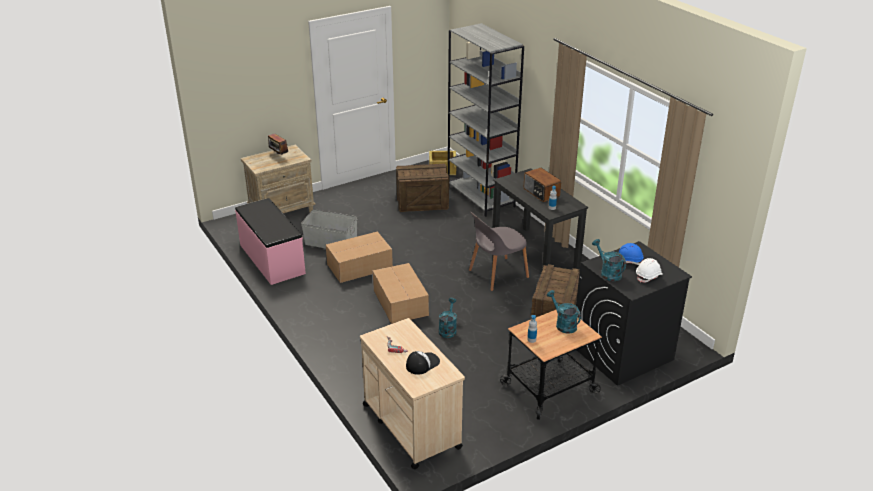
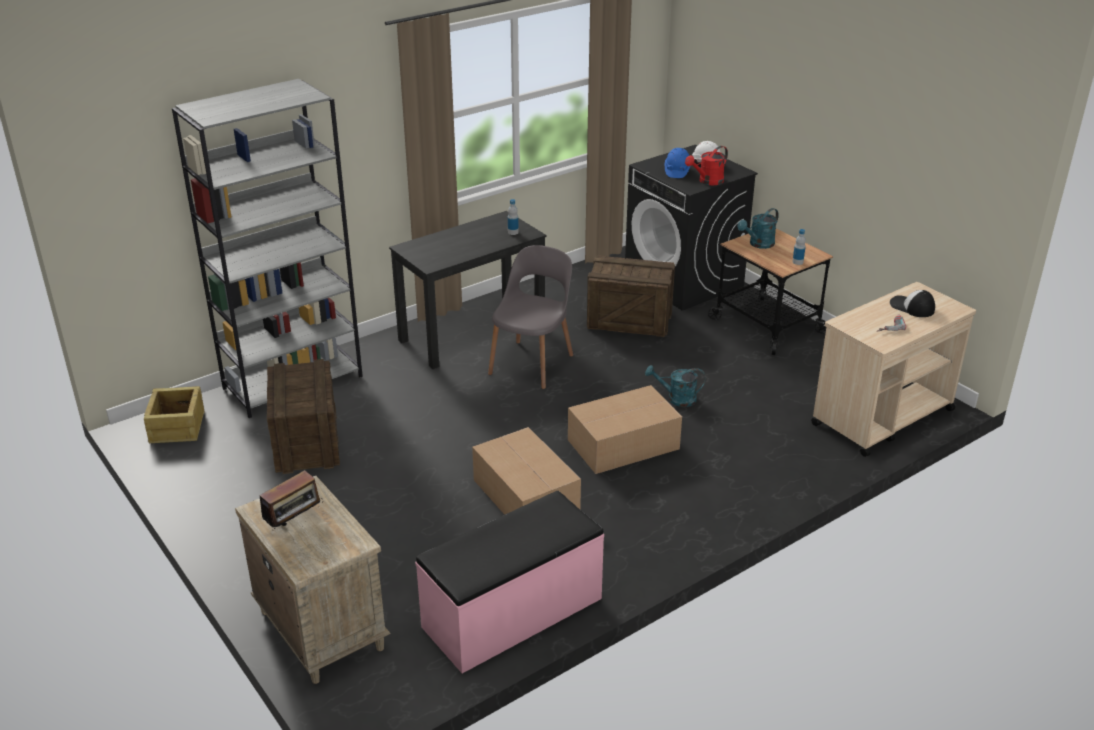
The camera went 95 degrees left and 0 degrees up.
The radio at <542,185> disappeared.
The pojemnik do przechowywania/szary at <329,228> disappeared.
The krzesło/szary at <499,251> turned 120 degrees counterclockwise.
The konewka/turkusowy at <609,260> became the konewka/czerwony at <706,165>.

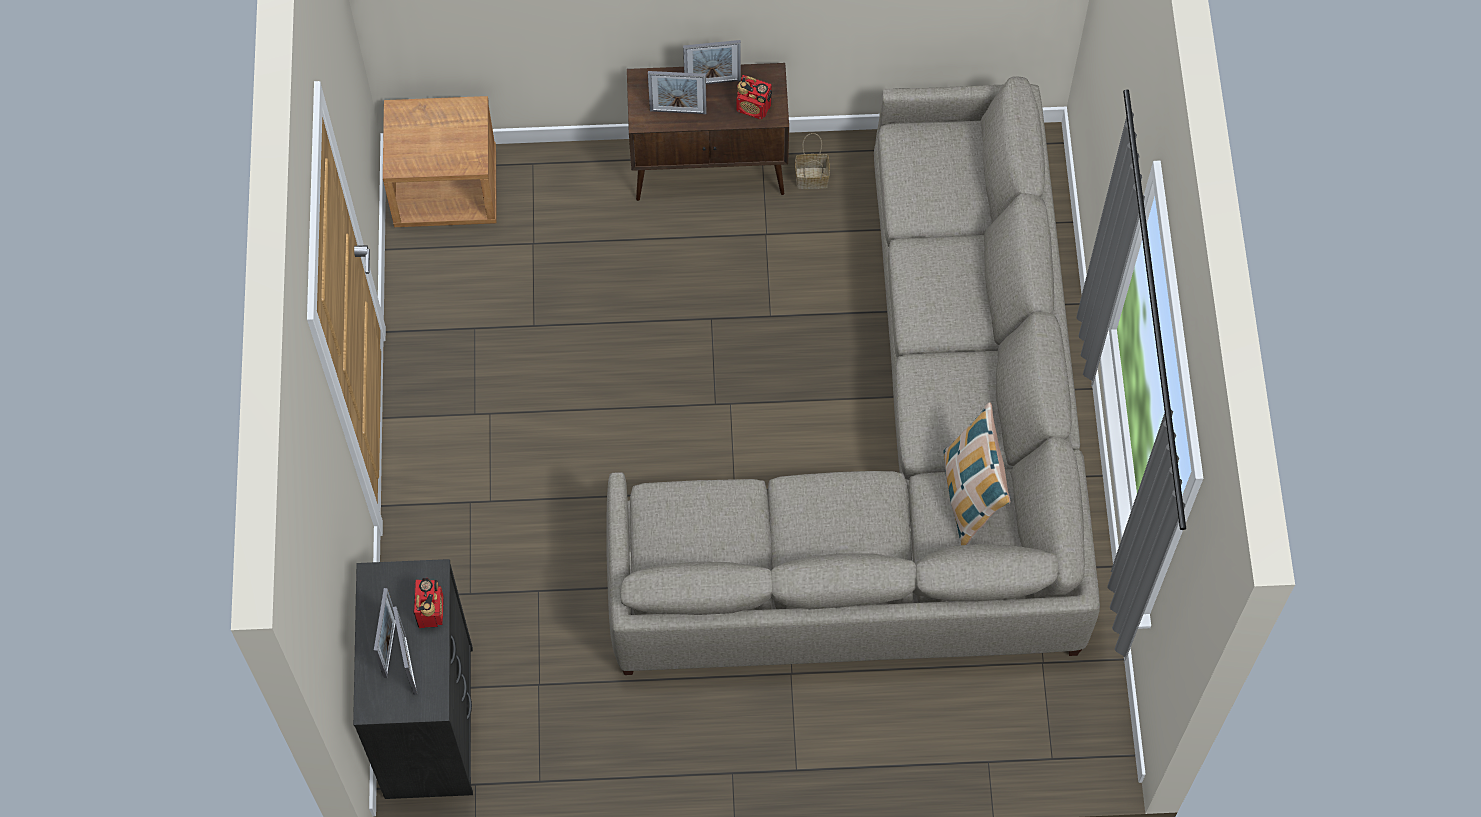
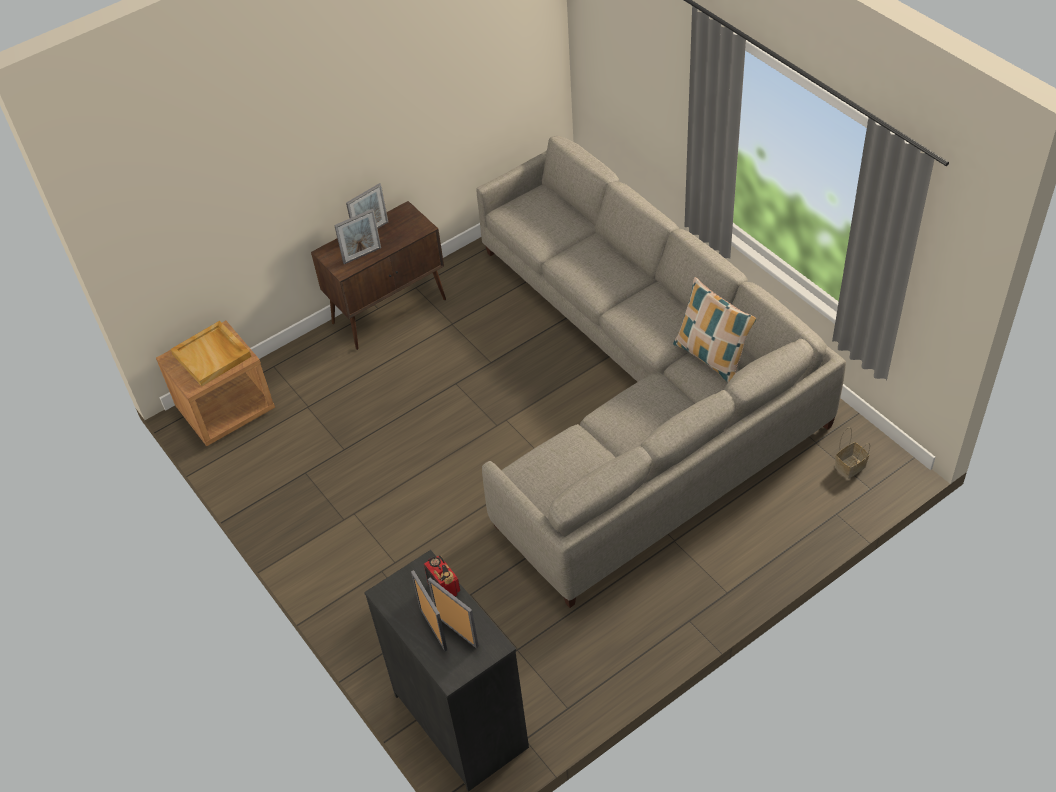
The camera went 30 degrees left and 15 degrees down.
The radio at <754,97> disappeared.
The koszyk moved from <812,161> to <852,453>.
The taca/beżowy at <211,353> appeared.

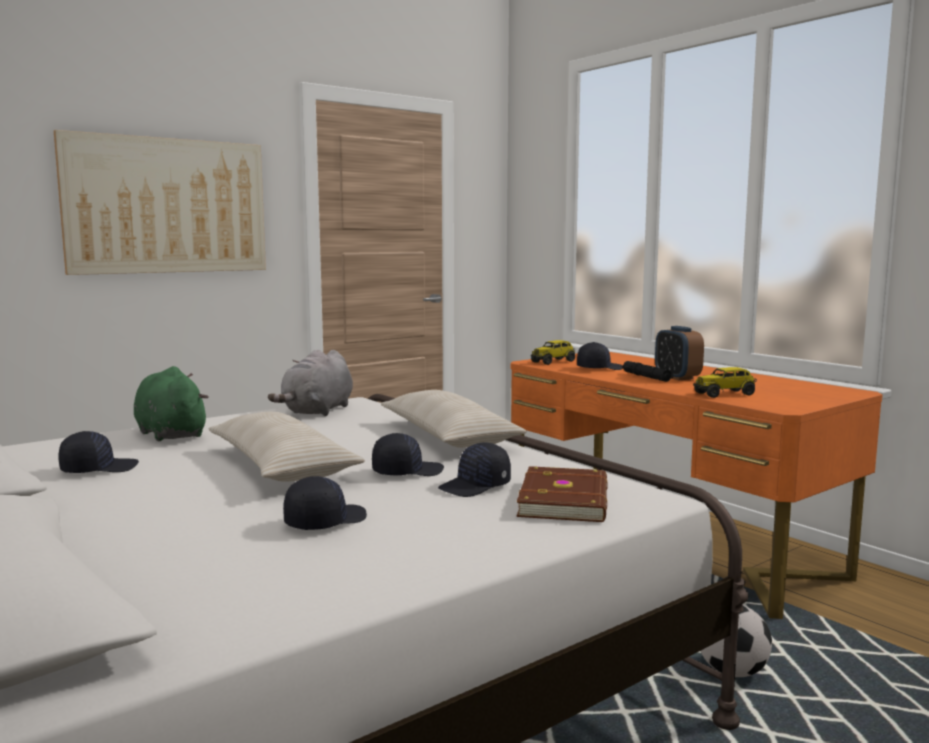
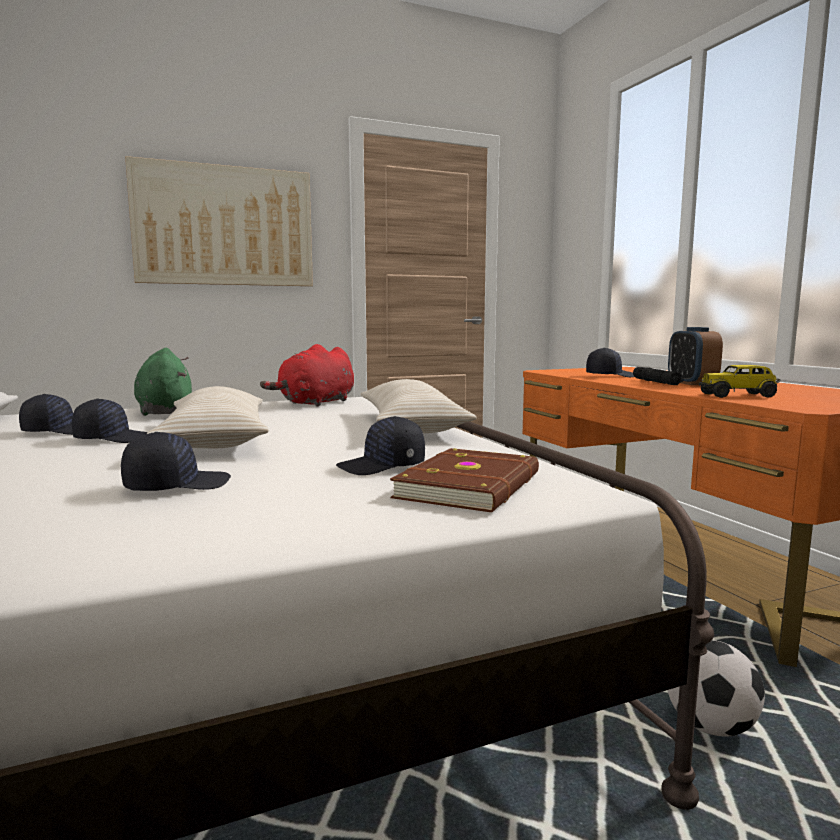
The camera went 15 degrees right and 0 degrees up.
The ciężarówka zabawkowa at <553,352> disappeared.
The pluszak/szary at <310,382> became the pluszak/czerwony at <307,375>.
The czapka z daszkiem/czarny moved from <408,454> to <110,420>.

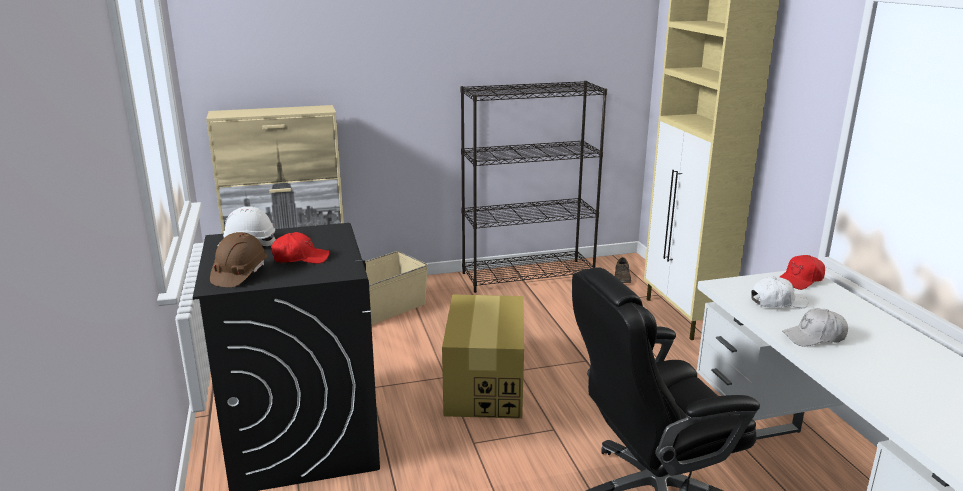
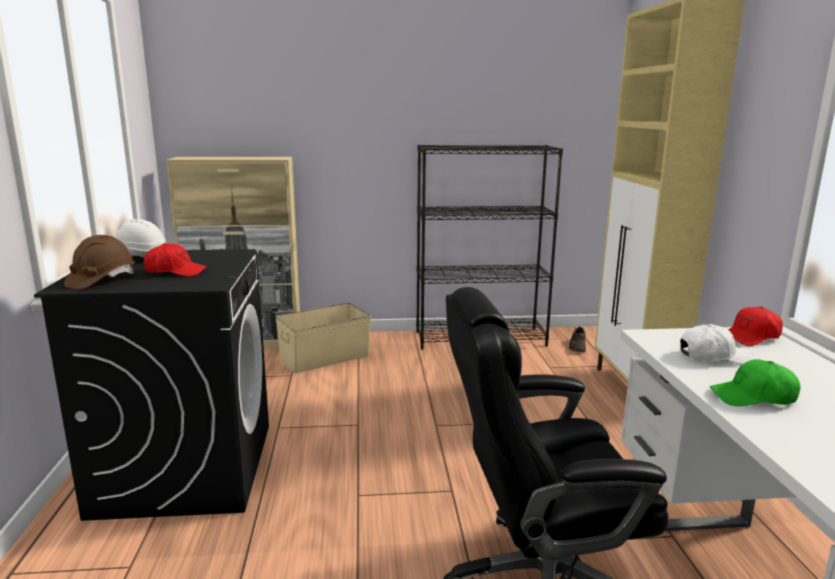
The camera went 10 degrees right and 5 degrees down.
The karton at <483,356> disappeared.
The czapka z daszkiem/biały at <815,327> became the czapka z daszkiem/zielony at <755,382>.

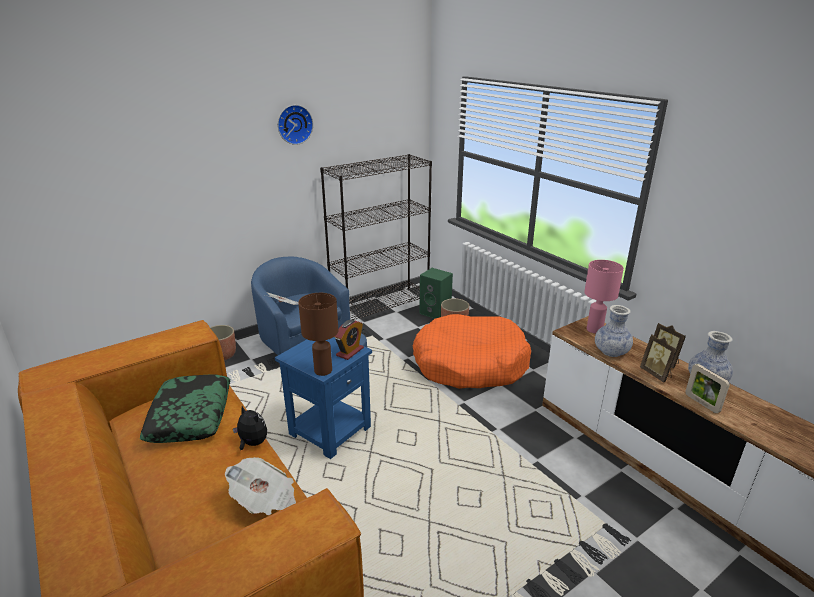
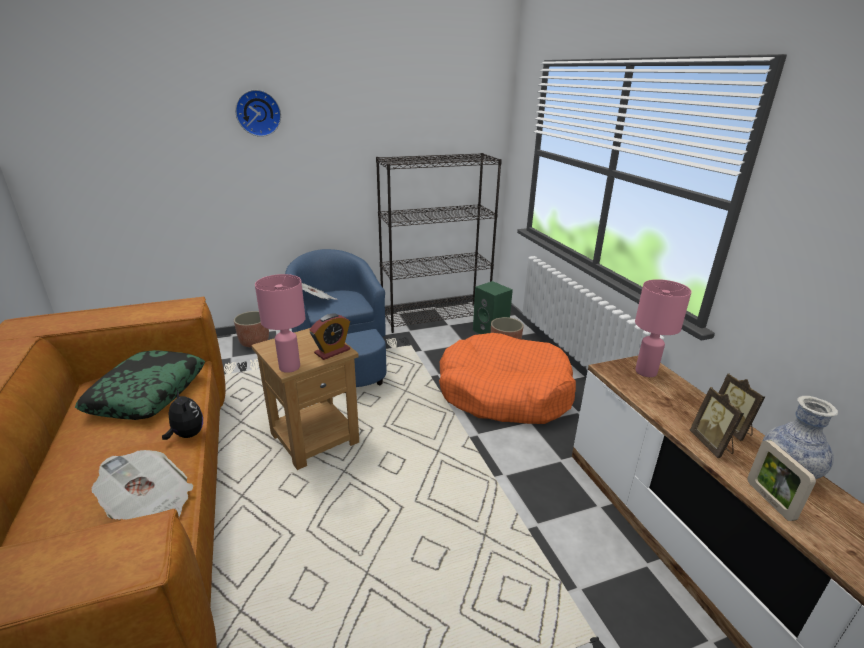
The camera went 15 degrees right and 0 degrees up.
The zegar ścienny moved from <295,125> to <258,113>.
The lampa stołowa/brązowy at <318,334> became the lampa stołowa/różowy at <280,323>.
The wazon at <614,331> disappeared.
The stolik/niebieski at <323,398> became the stolik/brązowy at <305,399>.

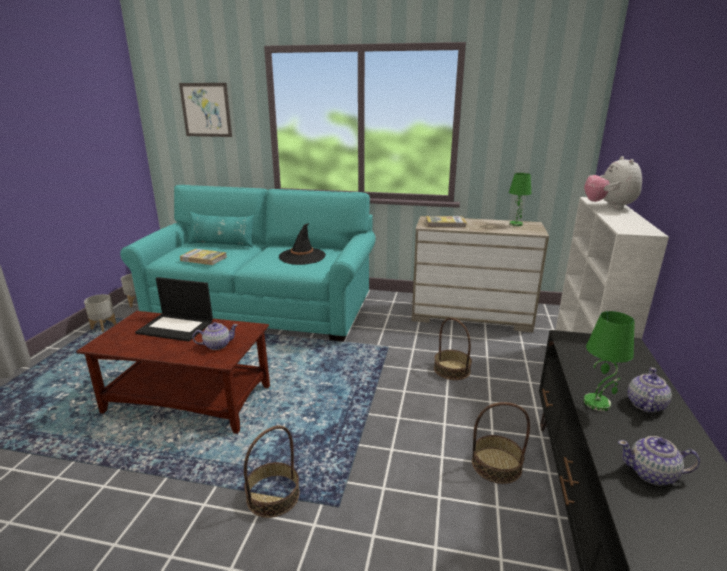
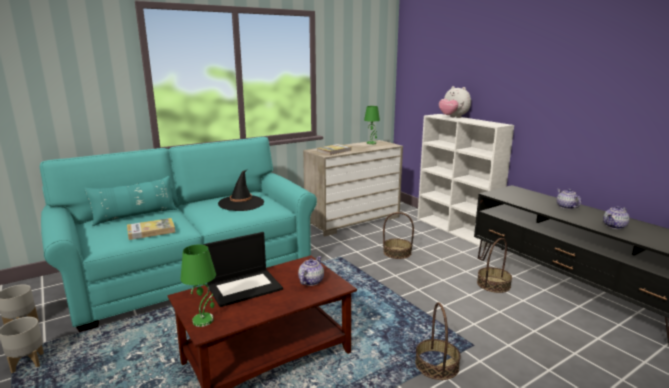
The camera went 45 degrees left and 5 degrees down.
The obraz at <205,110> disappeared.
The lampa stołowa/zielony moved from <609,361> to <198,285>.

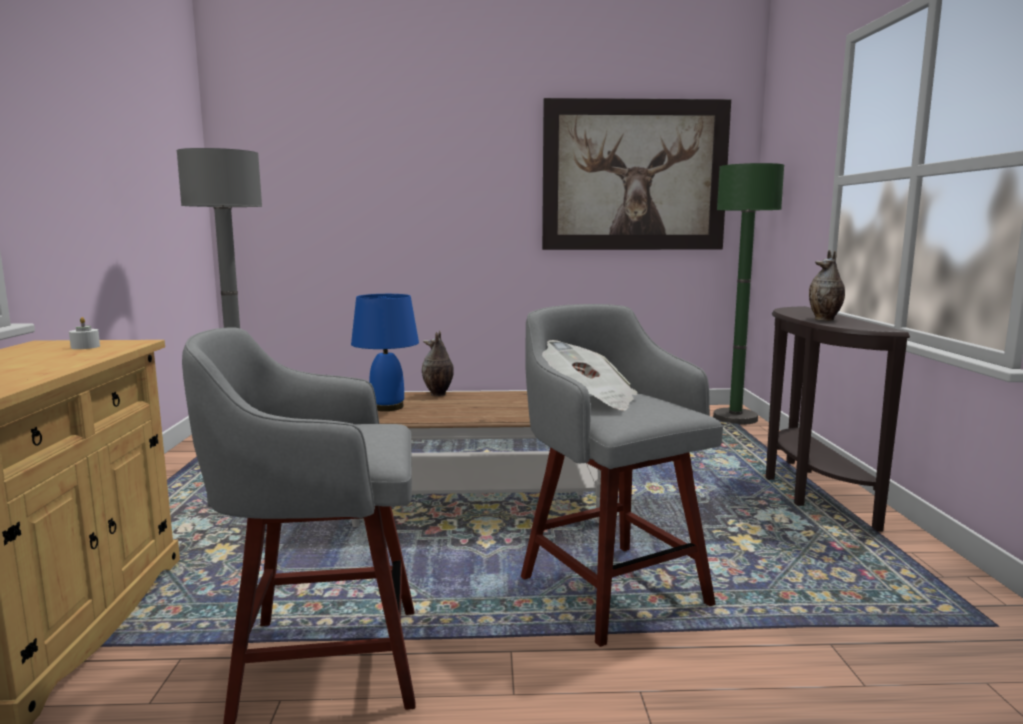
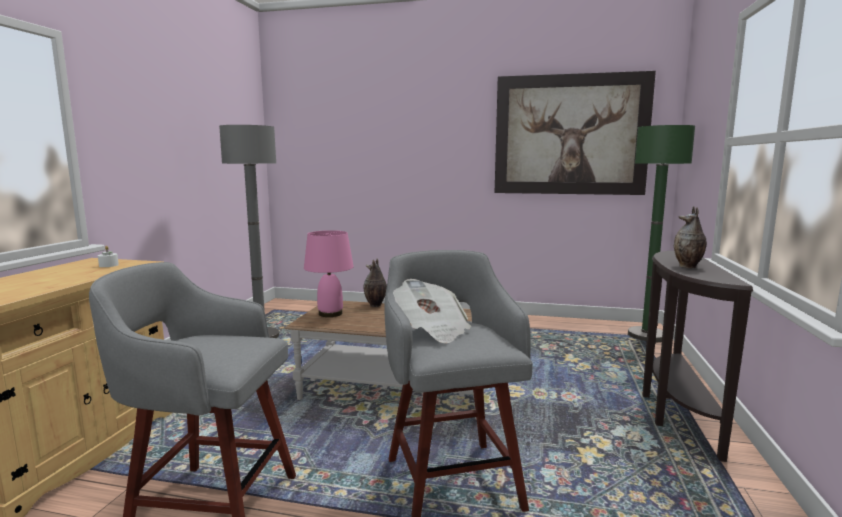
The camera went 15 degrees right and 0 degrees up.
The lampa stołowa/niebieski at <385,352> became the lampa stołowa/różowy at <329,273>.

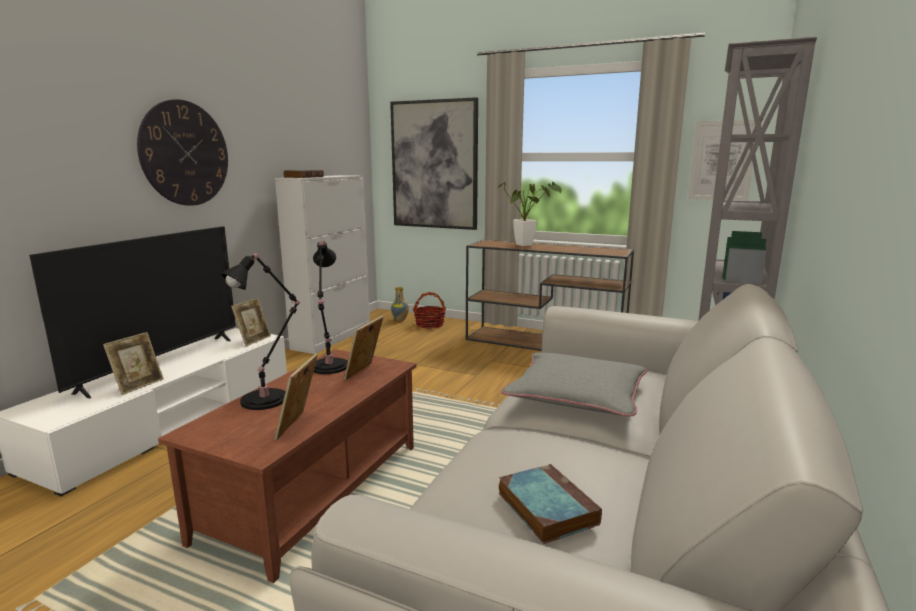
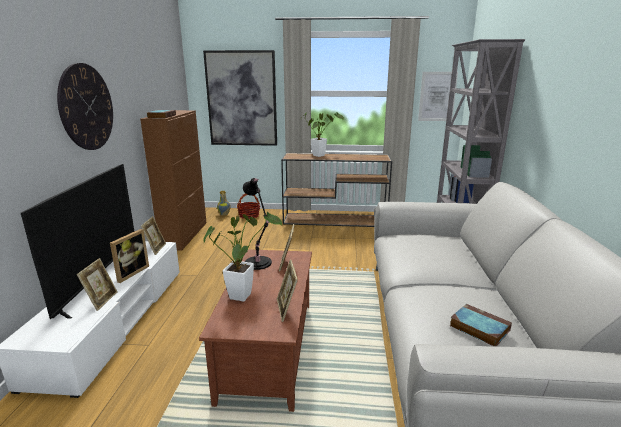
The camera went 20 degrees left and 5 degrees up.
The szafka/biały at <322,264> became the szafka/brązowy at <173,180>.
The lampa stołowa/czarny at <260,331> was replaced by the roślina doniczkowa at <242,257>.
The poduszka/szary at <574,384> disappeared.
The ramka na zdjęcie at <129,256> appeared.

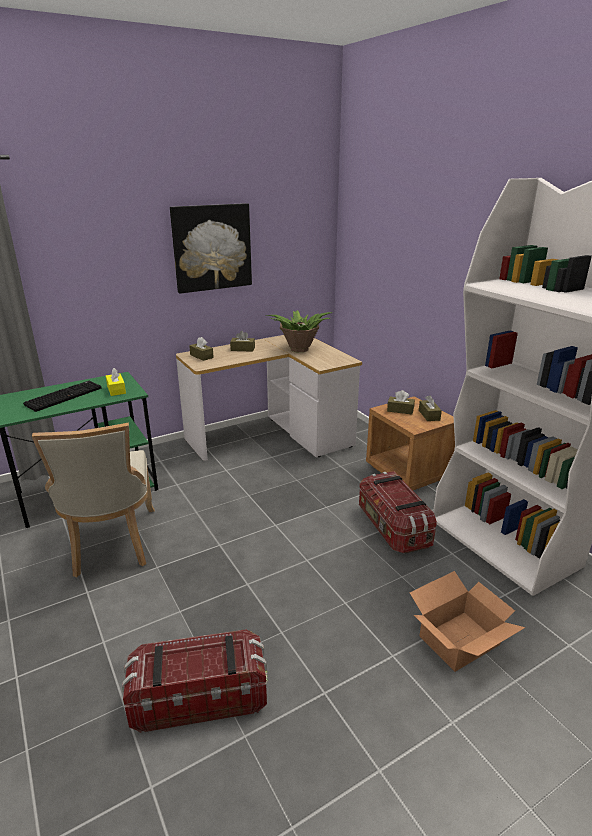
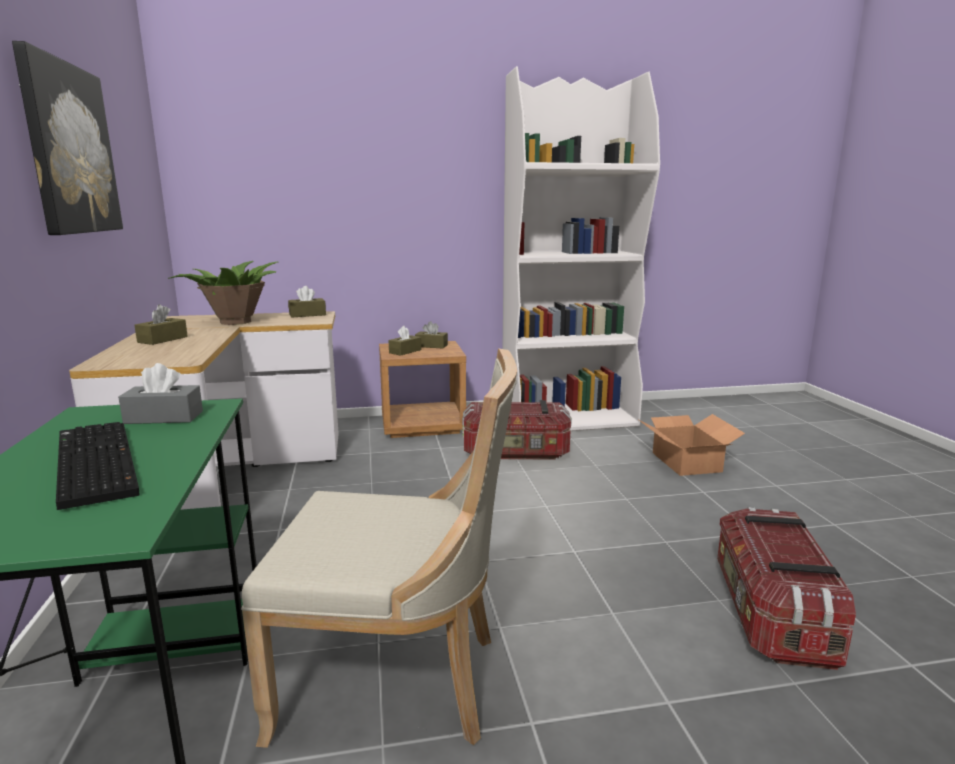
The camera went 70 degrees left and 10 degrees down.
The pudełko chusteczek/brązowy moved from <201,349> to <307,301>.
The pudełko chusteczek/żółty at <116,382> became the pudełko chusteczek/szary at <160,393>.

